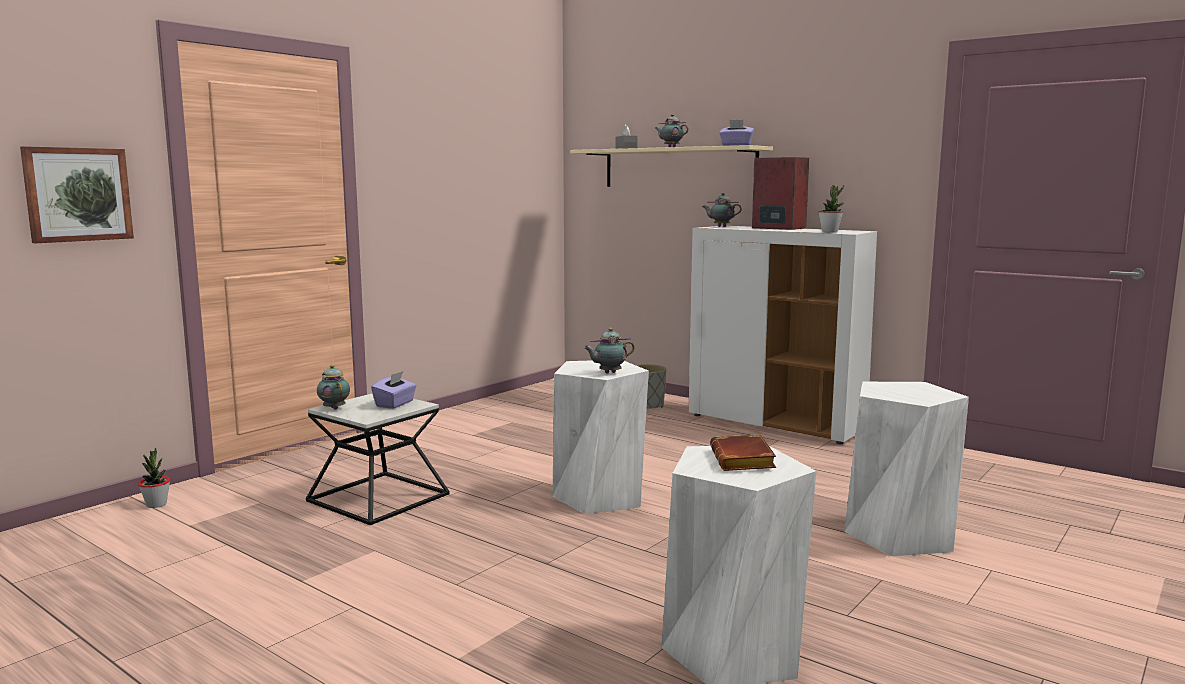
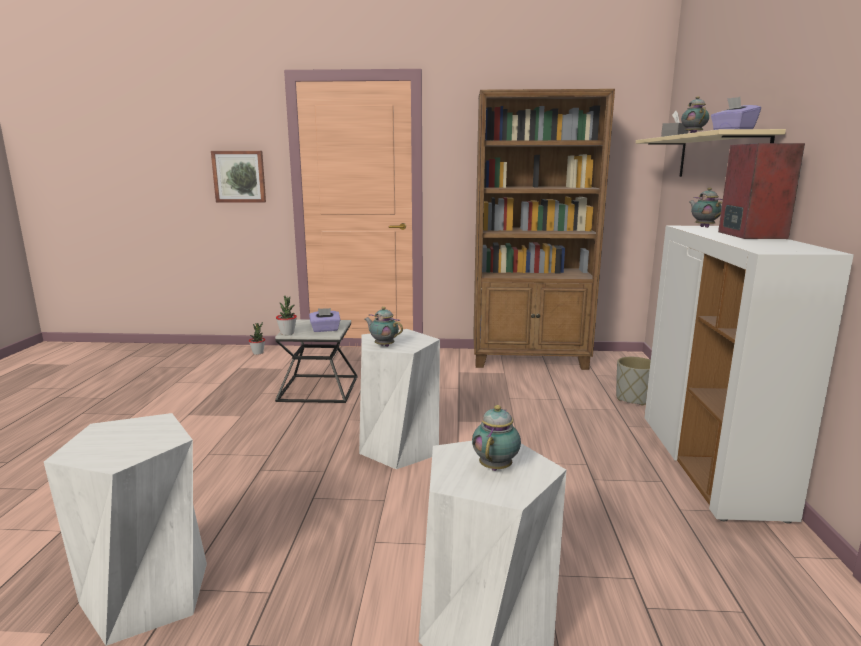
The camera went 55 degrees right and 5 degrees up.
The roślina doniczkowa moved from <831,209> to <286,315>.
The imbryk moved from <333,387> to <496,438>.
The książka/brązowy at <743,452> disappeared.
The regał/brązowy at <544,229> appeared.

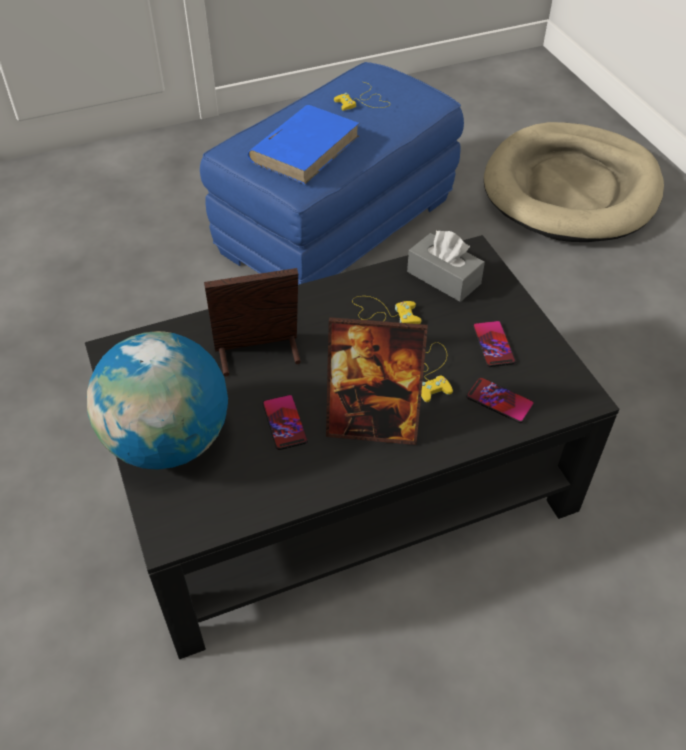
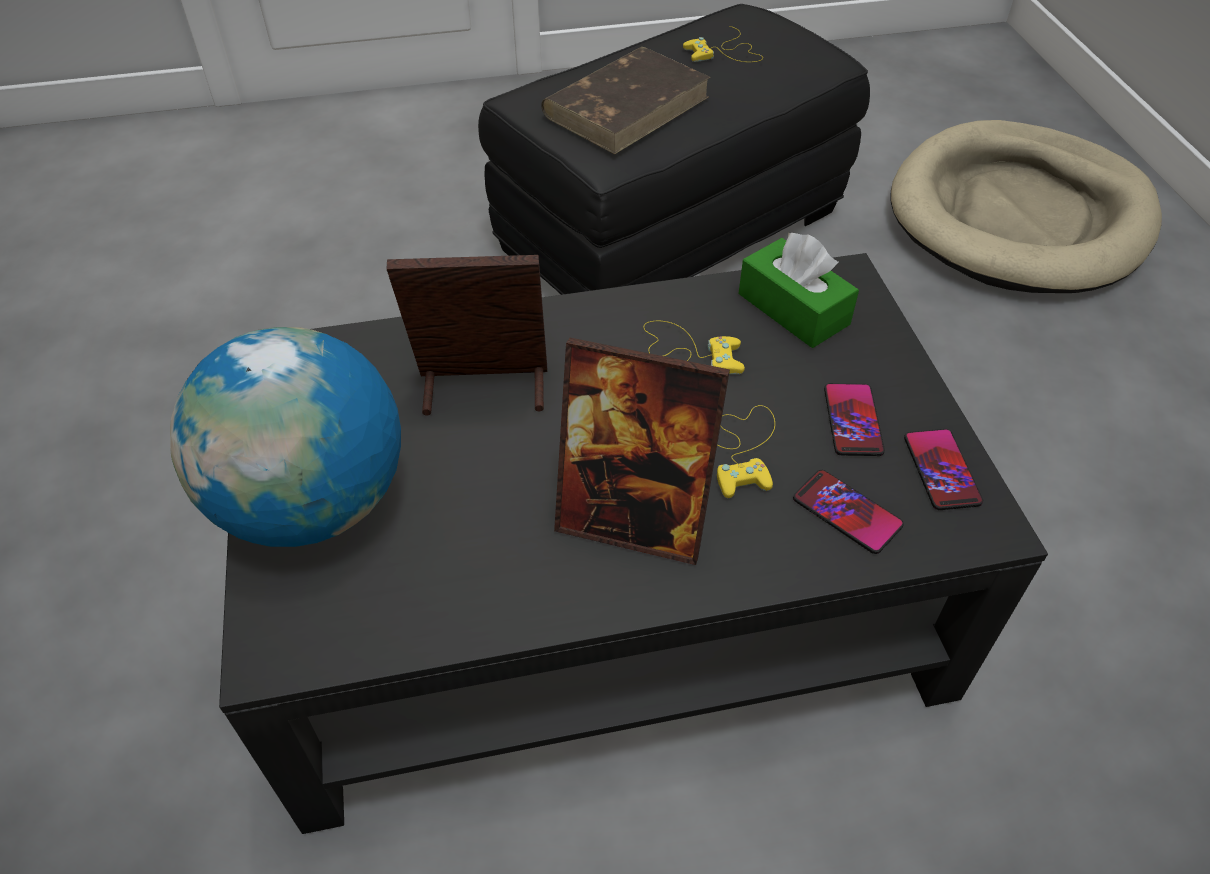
The camera went 10 degrees right and 0 degrees up.
The pufa/niebieski at <332,173> became the pufa/czarny at <674,149>.
The książka/niebieski at <303,144> became the książka/brązowy at <626,100>.
The pudełko chusteczek/szary at <446,266> became the pudełko chusteczek/zielony at <799,290>.
The telefon moved from <285,422> to <943,469>.

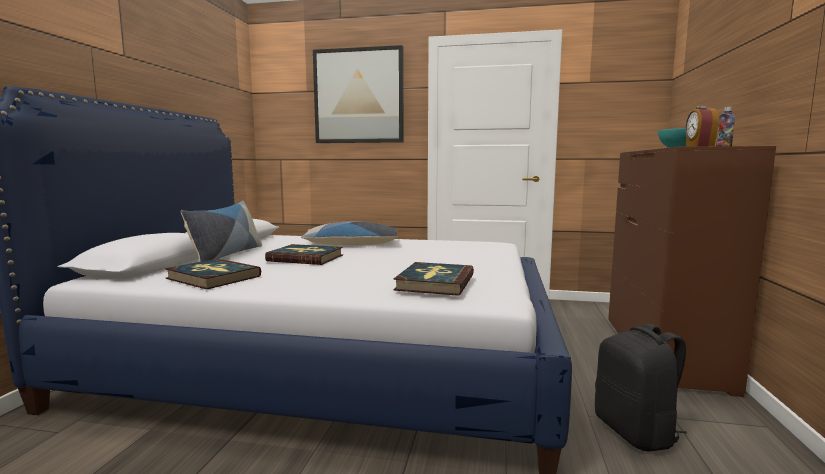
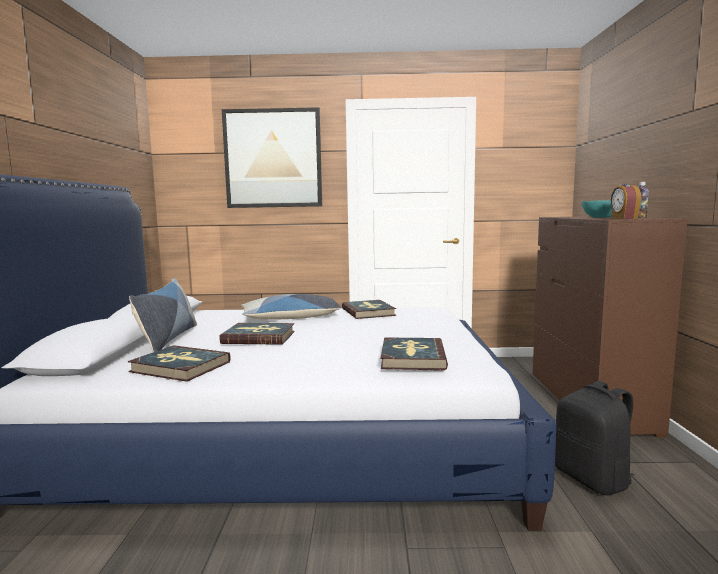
The camera went 10 degrees left and 0 degrees up.
The książka at <369,309> appeared.

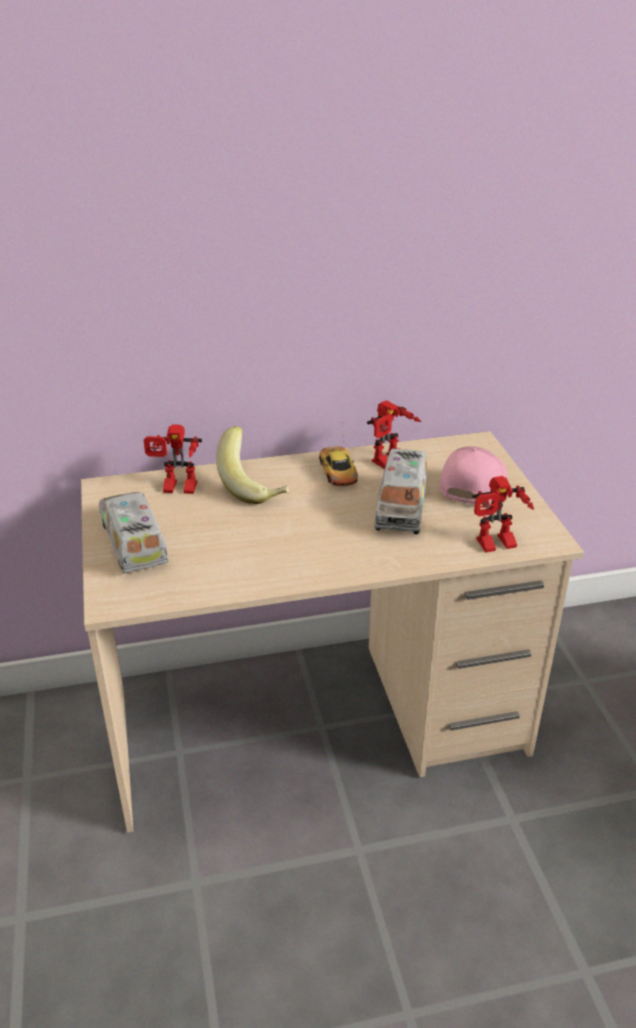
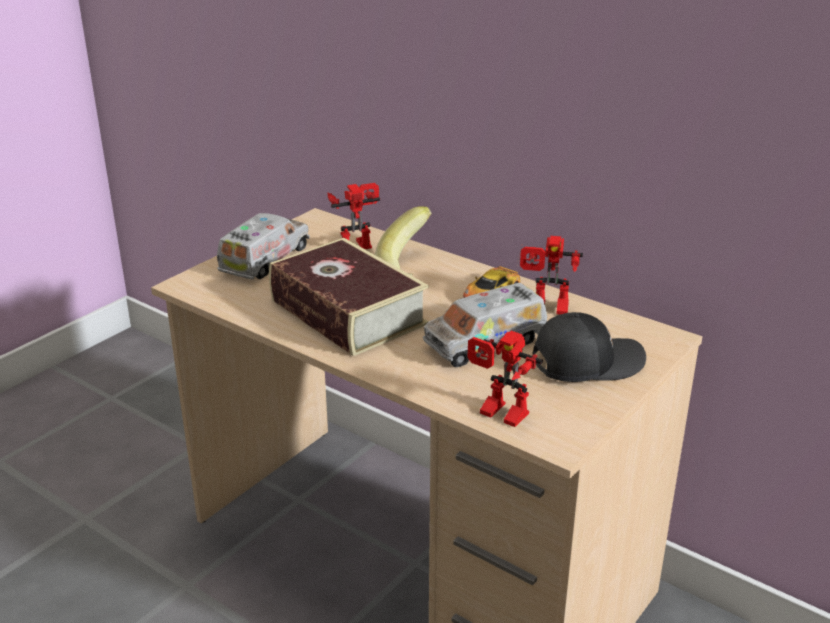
The camera went 50 degrees right and 5 degrees down.
The robot zabawkowy at <173,459> turned 105 degrees clockwise.
The czapka z daszkiem/różowy at <473,475> became the czapka z daszkiem/czarny at <589,347>.
The książka at <349,297> appeared.

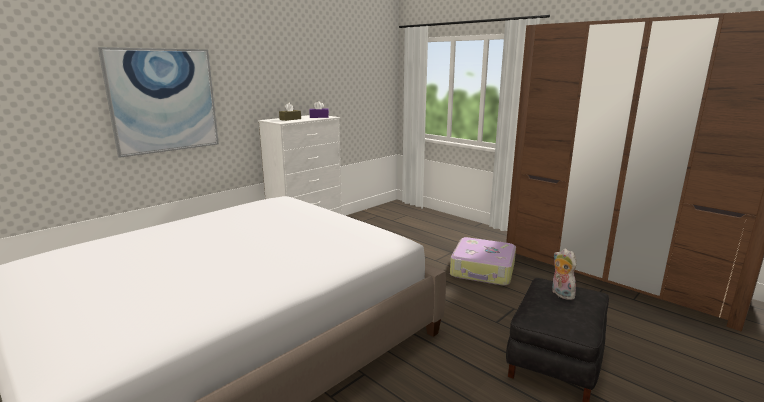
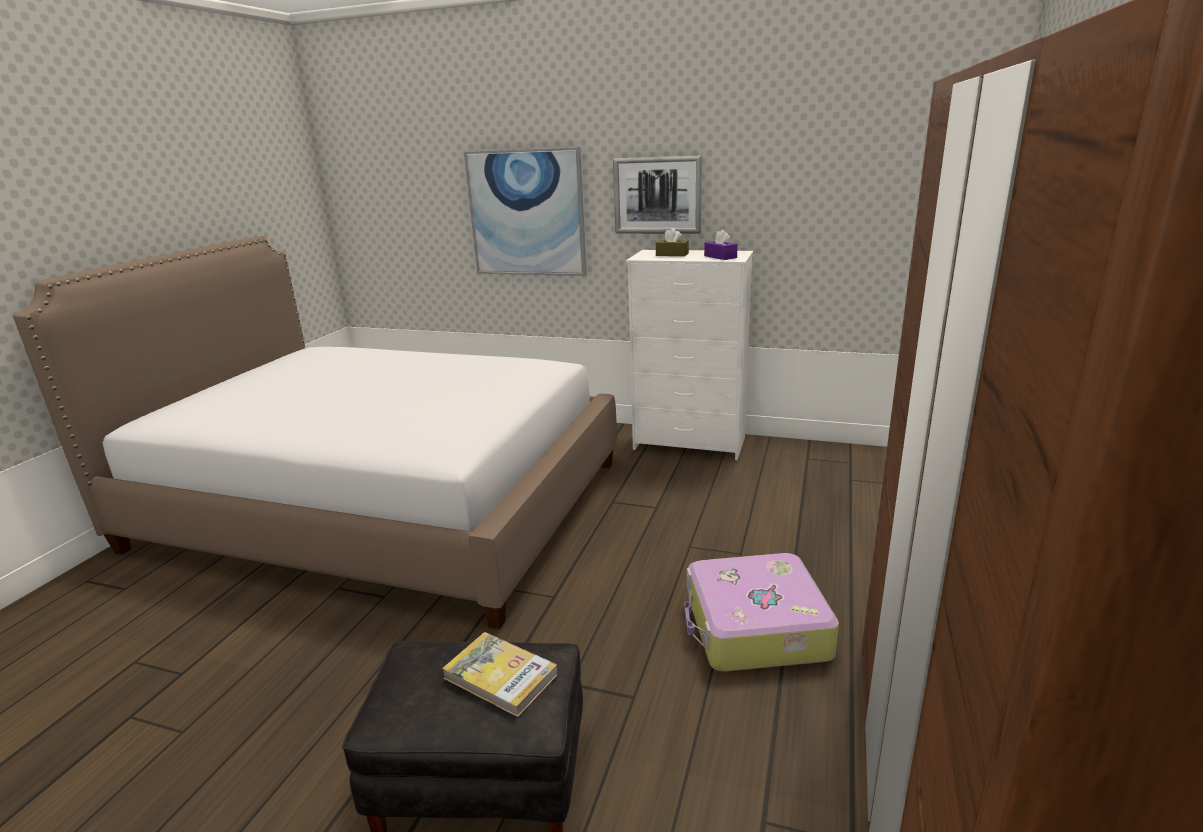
The camera went 65 degrees right and 5 degrees up.
The pluszak at <564,274> was replaced by the książka at <499,674>.
The obraz at <657,195> appeared.

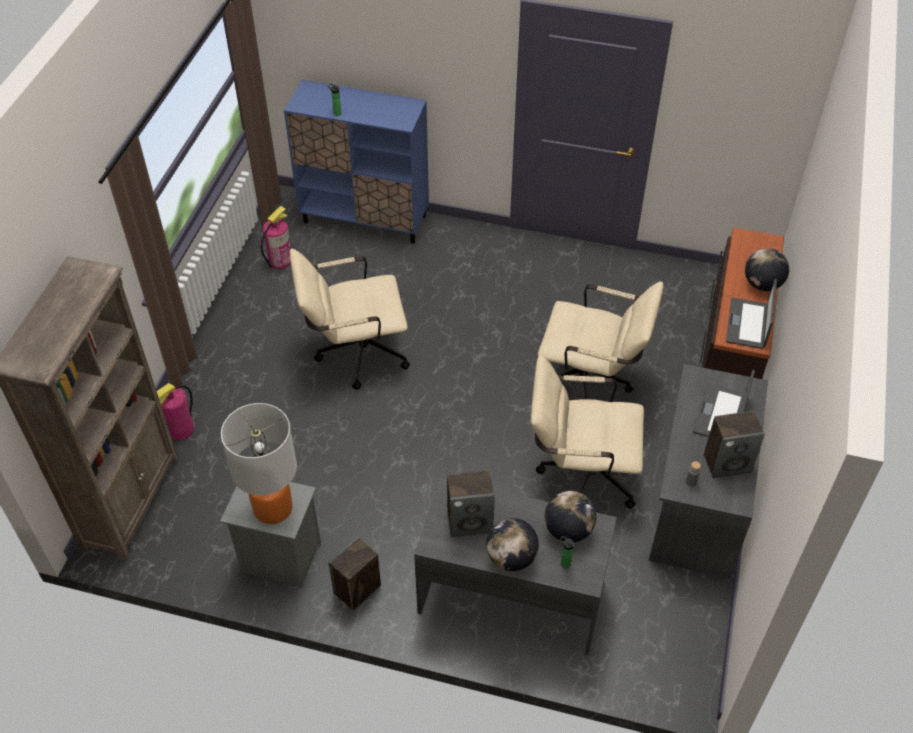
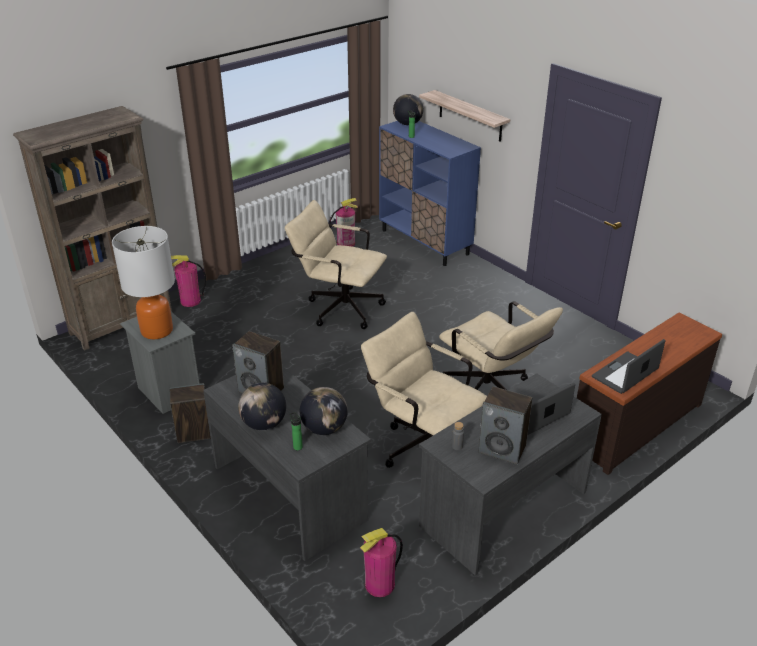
The camera went 35 degrees right and 15 degrees down.
The globus moved from <767,269> to <408,109>.
The półka at <464,116> appeared.
The gaśnica at <381,562> appeared.

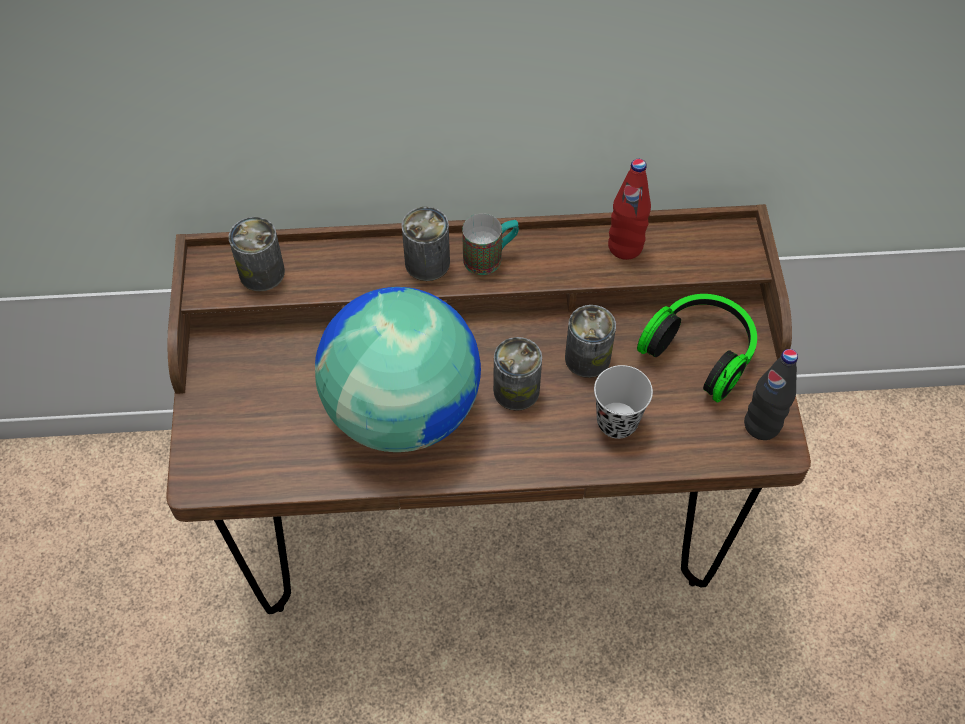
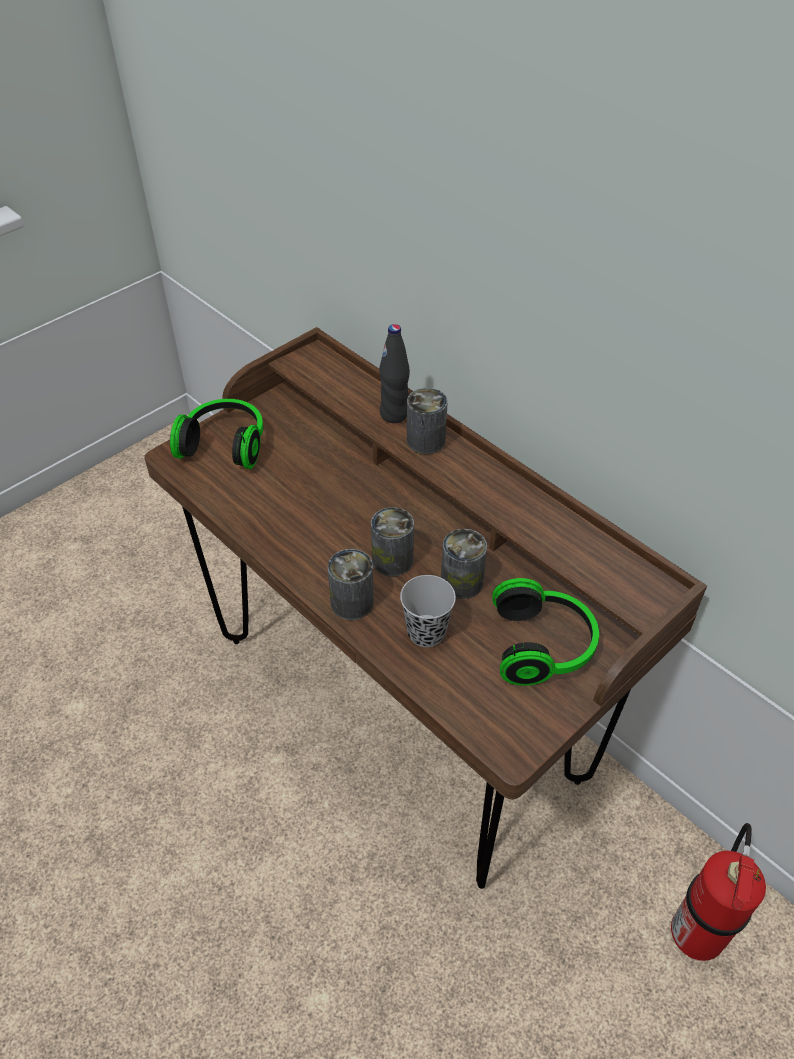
The camera went 50 degrees right and 10 degrees down.
The butelka/czerwony at <629,209> disappeared.
The kubek at <490,244> disappeared.
The puszka moved from <257,254> to <351,584>.
The globus at <398,369> disappeared.
The butelka/czarny moved from <771,394> to <394,373>.
The słuchawki at <216,434> appeared.
The gaśnica at <718,892> appeared.

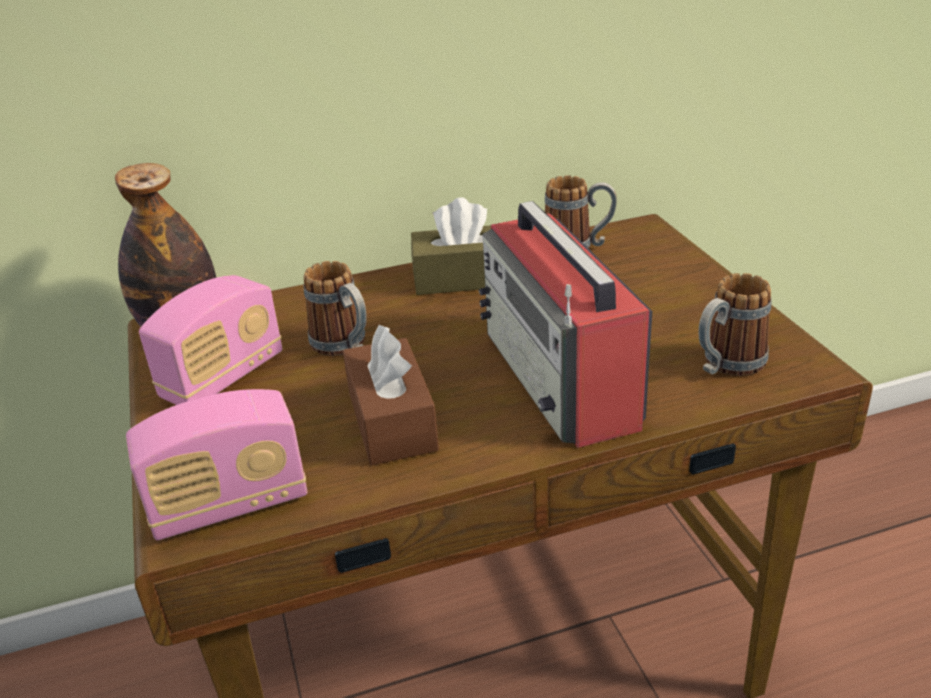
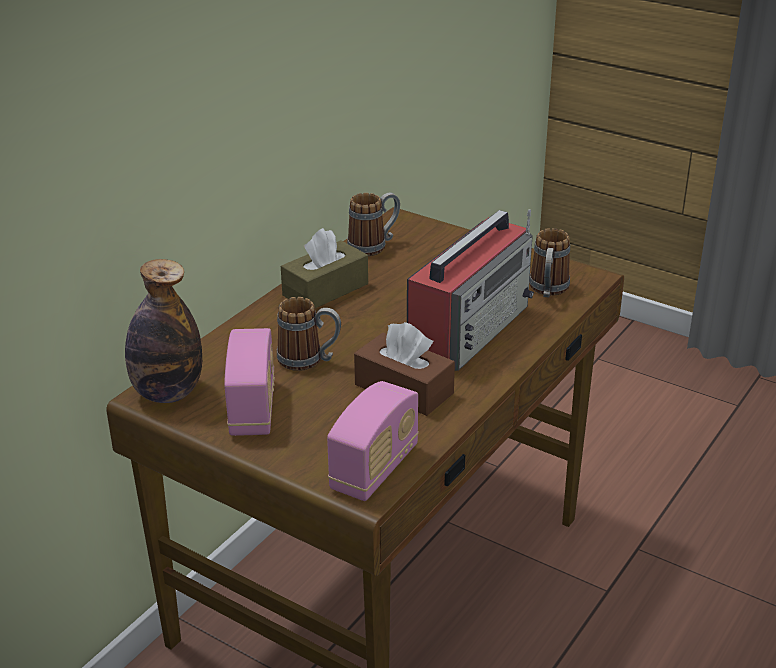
The camera went 40 degrees left and 0 degrees up.
The radio at <565,324> turned 90 degrees counterclockwise.

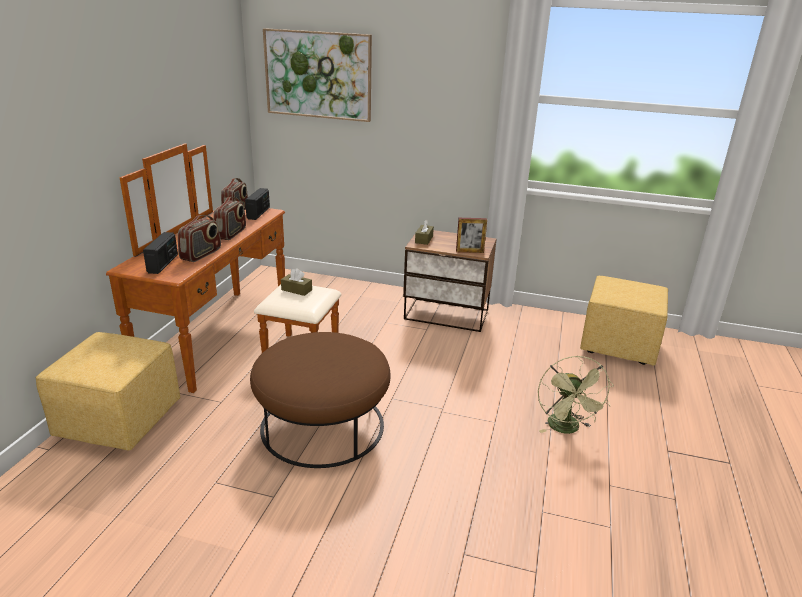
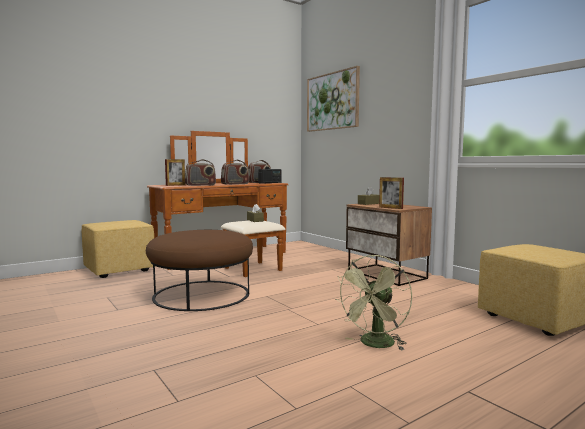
The camera went 40 degrees right and 20 degrees down.
The radio at <160,253> was replaced by the ramka na zdjęcie at <175,172>.

